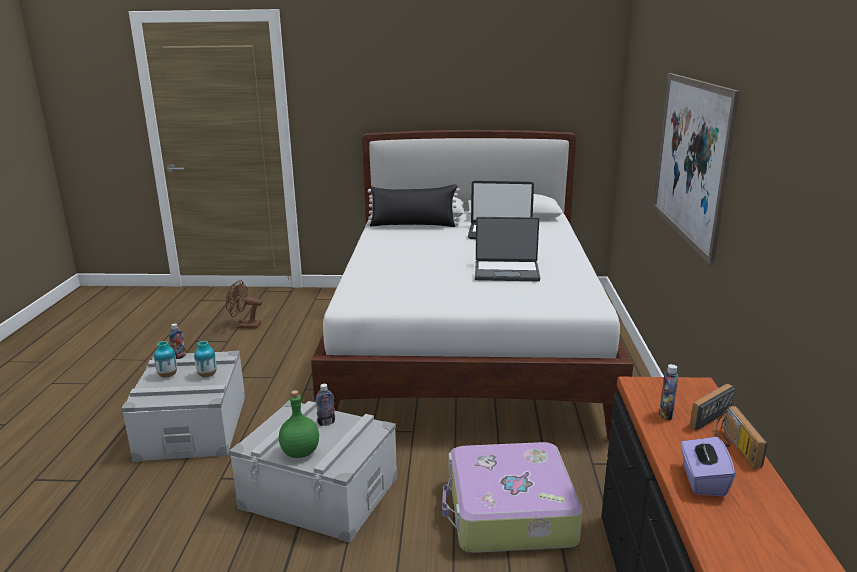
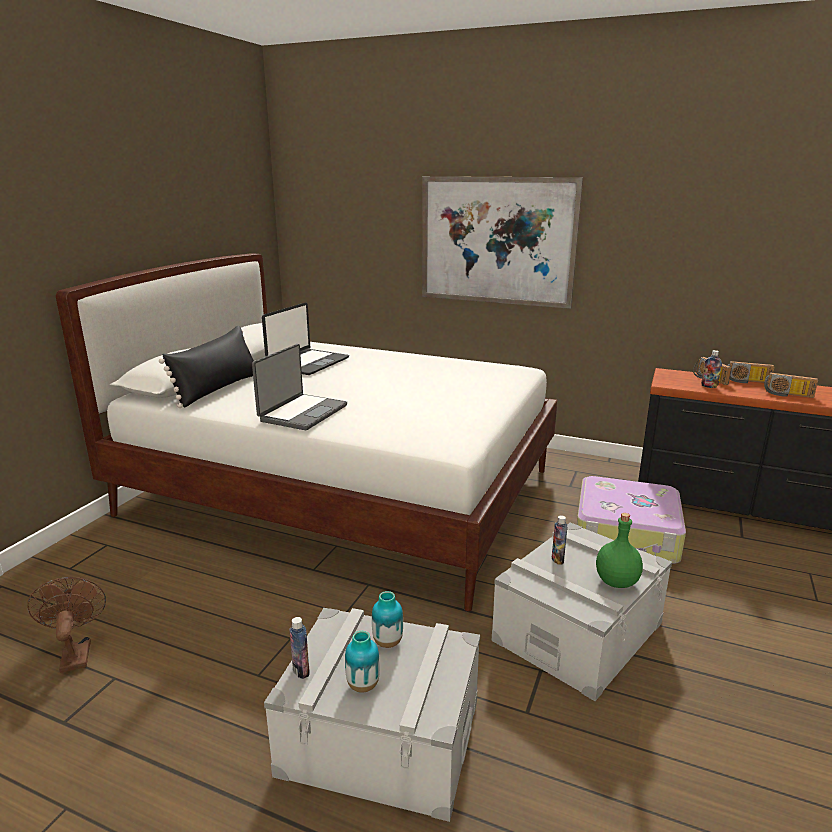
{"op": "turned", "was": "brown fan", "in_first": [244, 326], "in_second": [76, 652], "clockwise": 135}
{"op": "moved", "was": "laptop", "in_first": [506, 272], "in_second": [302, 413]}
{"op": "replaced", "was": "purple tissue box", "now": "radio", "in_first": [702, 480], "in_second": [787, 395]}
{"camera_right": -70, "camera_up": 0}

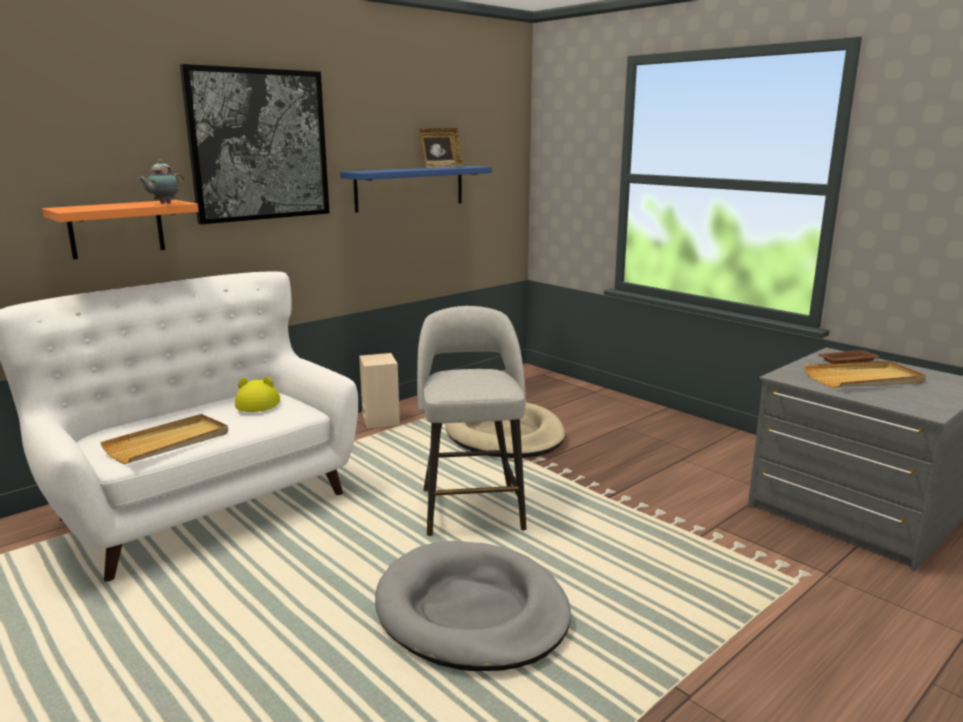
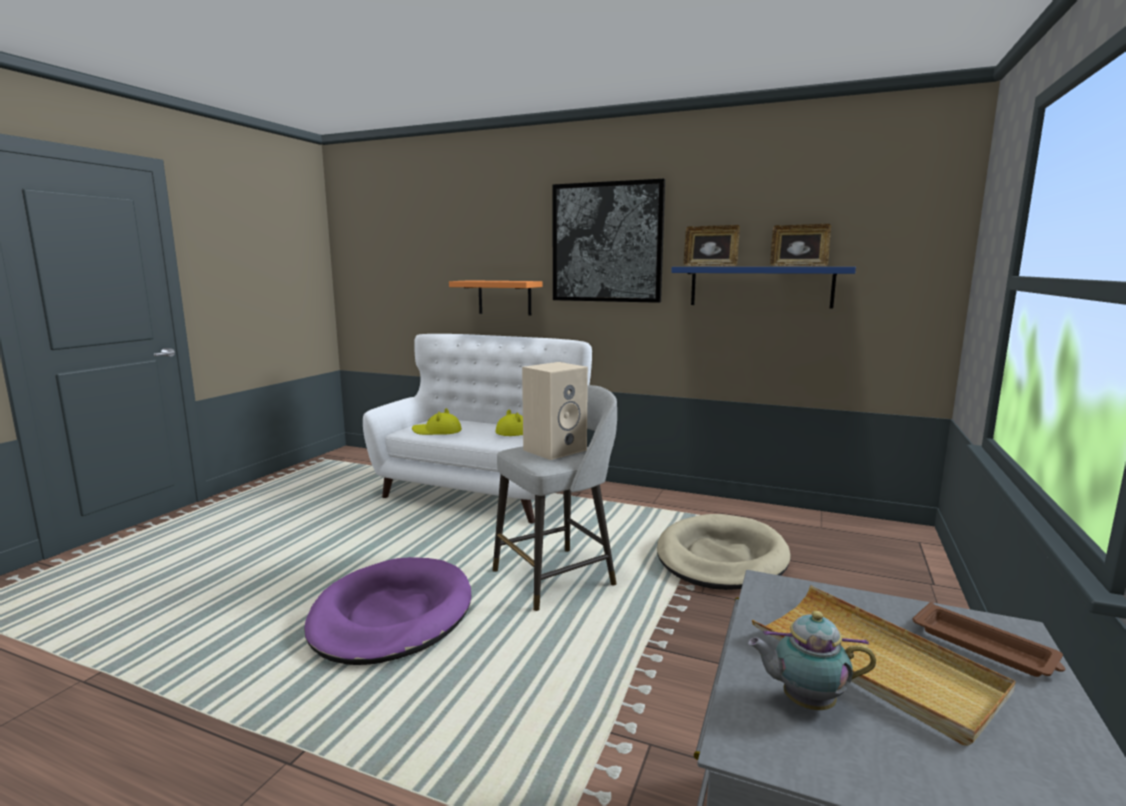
{"op": "replaced", "was": "beige tray", "now": "yellow hat", "in_first": [168, 442], "in_second": [437, 431]}
{"op": "moved", "was": "teapot", "in_first": [164, 203], "in_second": [804, 702]}
{"op": "moved", "was": "beige speaker", "in_first": [379, 419], "in_second": [555, 449]}
{"op": "recoloured", "was": "grey dog bed", "now": "purple dog bed", "in_first": [472, 611], "in_second": [391, 616]}
{"op": "added", "now": "picture frame", "in_second": [710, 266]}
{"camera_right": 65, "camera_up": -5}

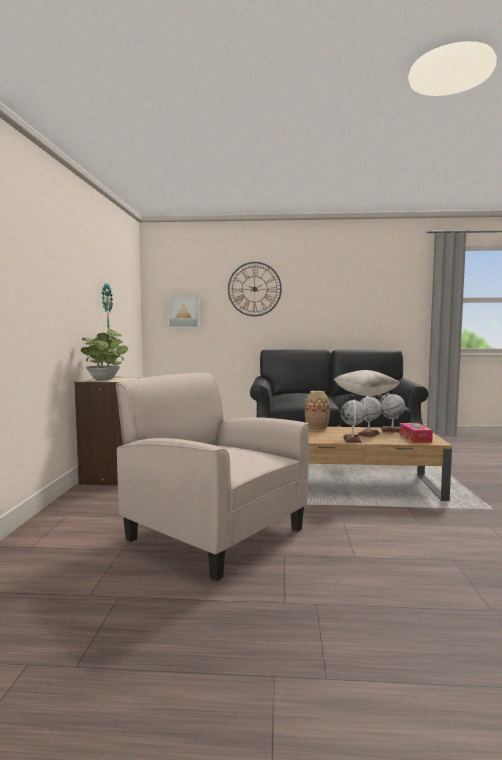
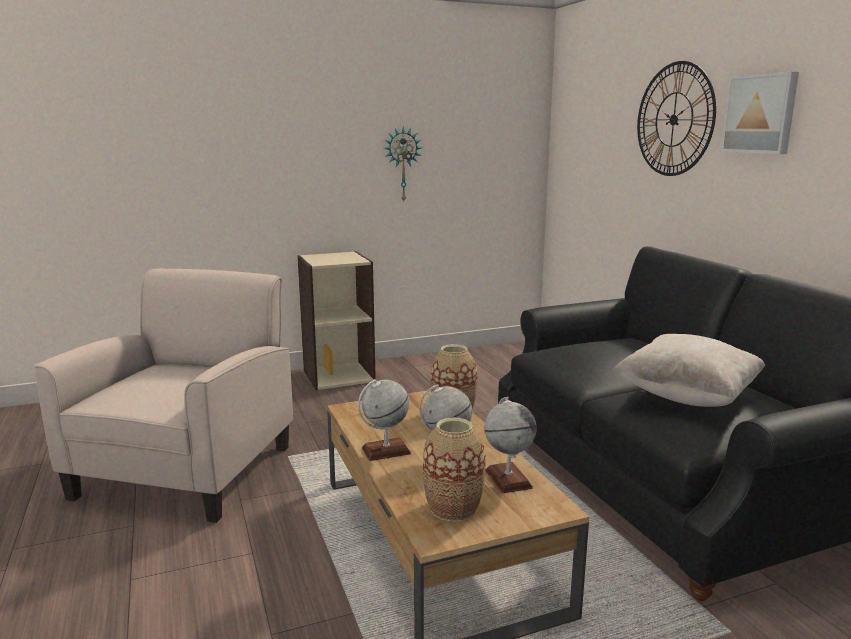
{"op": "removed", "was": "potted plant", "in_first": [104, 379]}
{"op": "moved", "was": "picture", "in_first": [184, 312], "in_second": [760, 114]}
{"op": "replaced", "was": "tissue box", "now": "vase", "in_first": [415, 438], "in_second": [453, 508]}
{"camera_right": 65, "camera_up": 10}

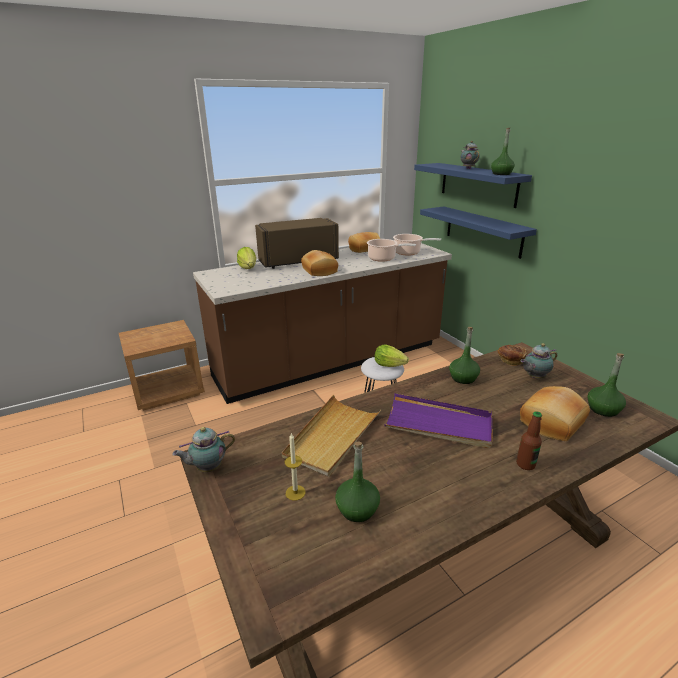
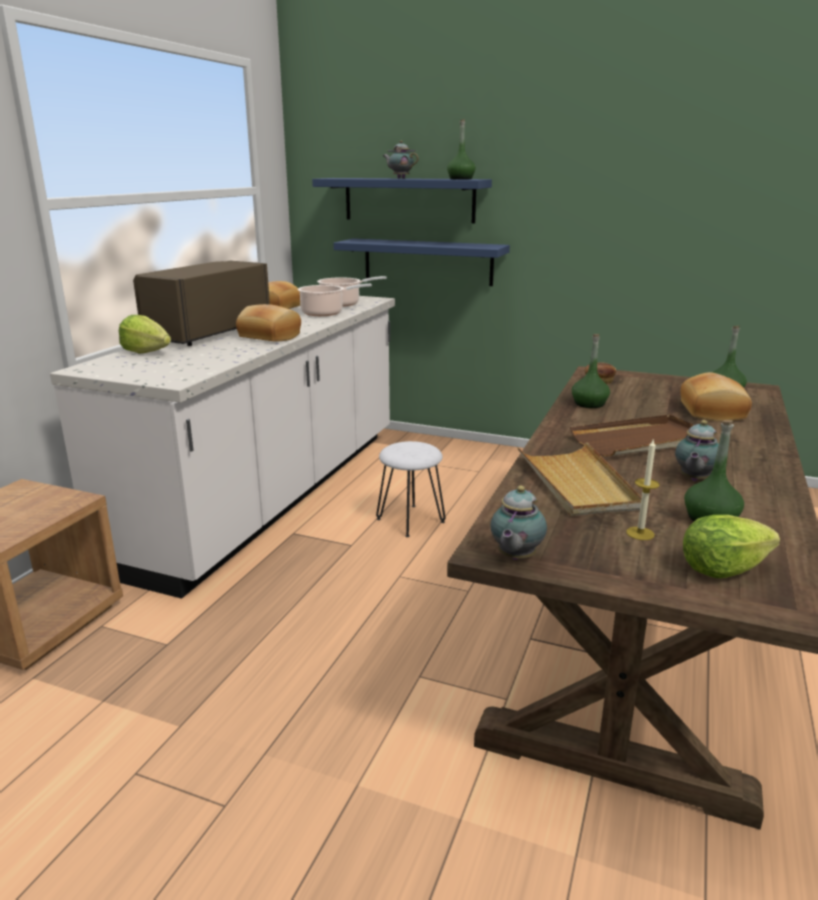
{"op": "recoloured", "was": "brown counter", "now": "white counter", "in_first": [331, 362], "in_second": [272, 495]}
{"op": "moved", "was": "lettuce", "in_first": [389, 365], "in_second": [722, 569]}
{"op": "recoloured", "was": "purple tray", "now": "brown tray", "in_first": [439, 424], "in_second": [641, 441]}
{"op": "removed", "was": "bottle", "in_first": [525, 464]}
{"op": "moved", "was": "teapot", "in_first": [534, 377], "in_second": [693, 480]}
{"camera_right": -40, "camera_up": -5}

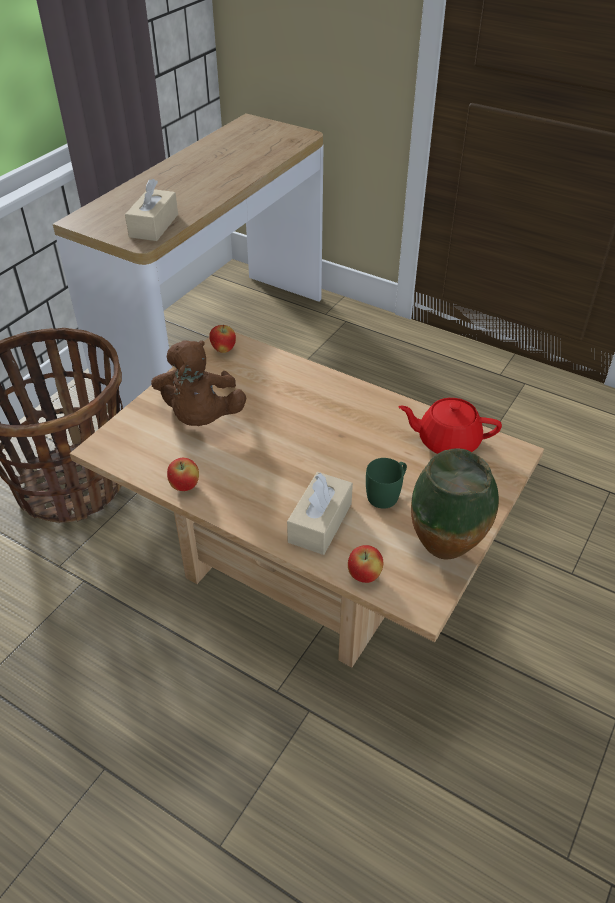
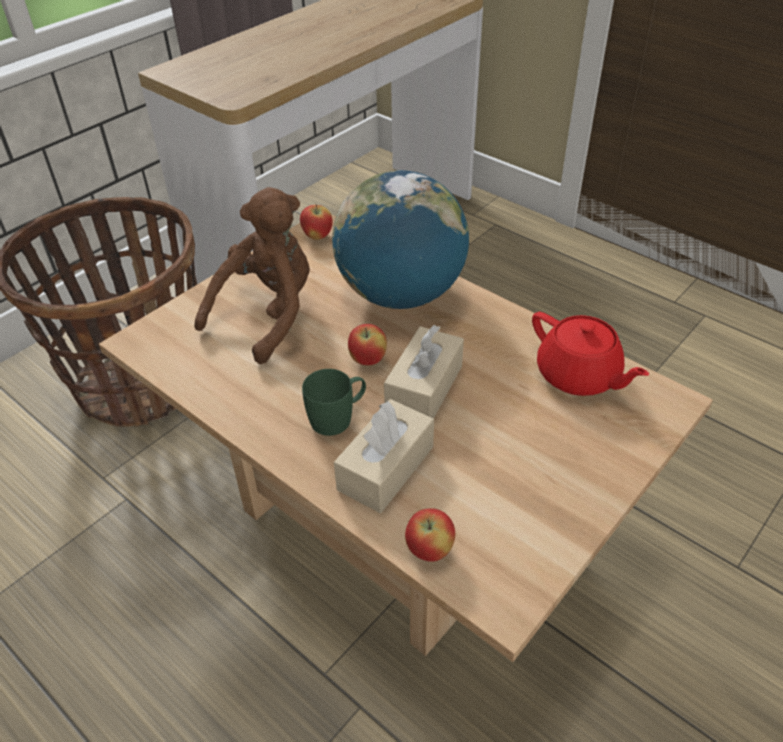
{"op": "moved", "was": "beige tissue box", "in_first": [154, 226], "in_second": [424, 388]}
{"op": "turned", "was": "brown plush toy", "in_first": [201, 417], "in_second": [268, 315], "clockwise": -150}
{"op": "moved", "was": "apple", "in_first": [185, 486], "in_second": [368, 360]}
{"op": "moved", "was": "green mug", "in_first": [387, 494], "in_second": [338, 417]}
{"op": "turned", "was": "red teapot", "in_first": [447, 441], "in_second": [578, 376], "clockwise": -150}
{"op": "removed", "was": "vase", "in_first": [445, 554]}
{"op": "added", "now": "globe", "in_second": [401, 294]}
{"camera_right": 10, "camera_up": 0}

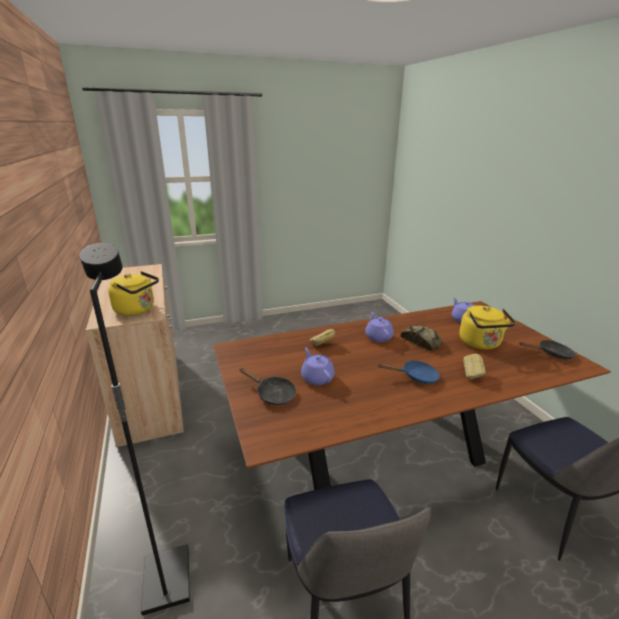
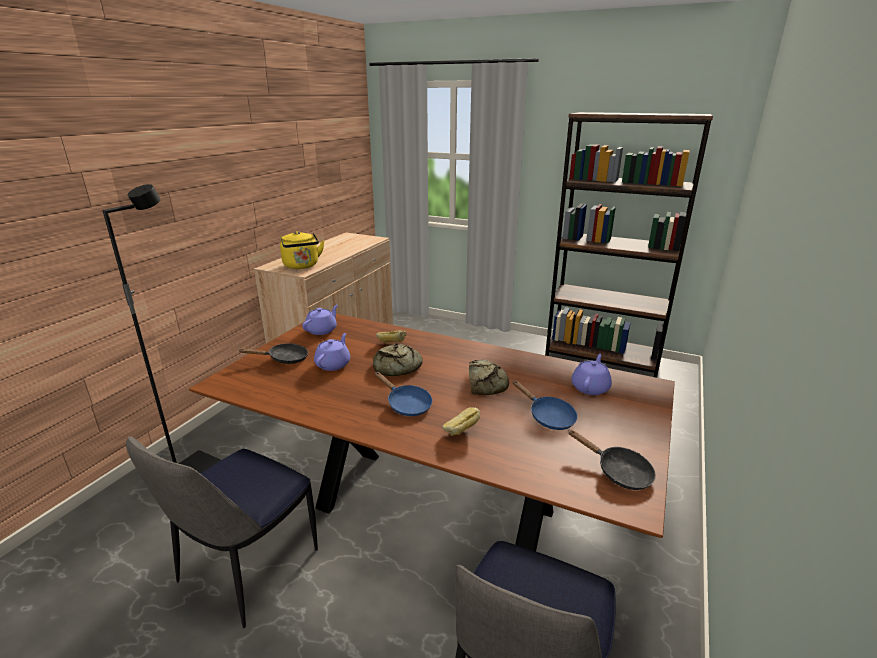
{"op": "turned", "was": "black frying pan", "in_first": [272, 394], "in_second": [284, 359], "clockwise": -90}
{"op": "moved", "was": "purple teapot", "in_first": [378, 337], "in_second": [322, 330]}
{"op": "replaced", "was": "yellow kettle", "now": "blue frying pan", "in_first": [481, 344], "in_second": [548, 416]}
{"op": "added", "now": "bread", "in_second": [397, 367]}
{"op": "added", "now": "brown bookcase", "in_second": [602, 358]}
{"camera_right": 45, "camera_up": 0}

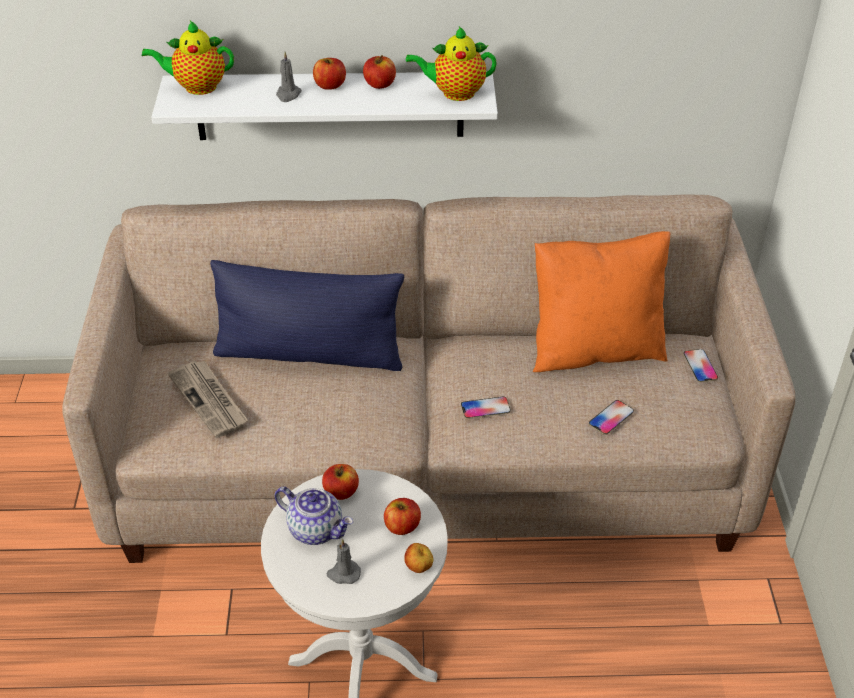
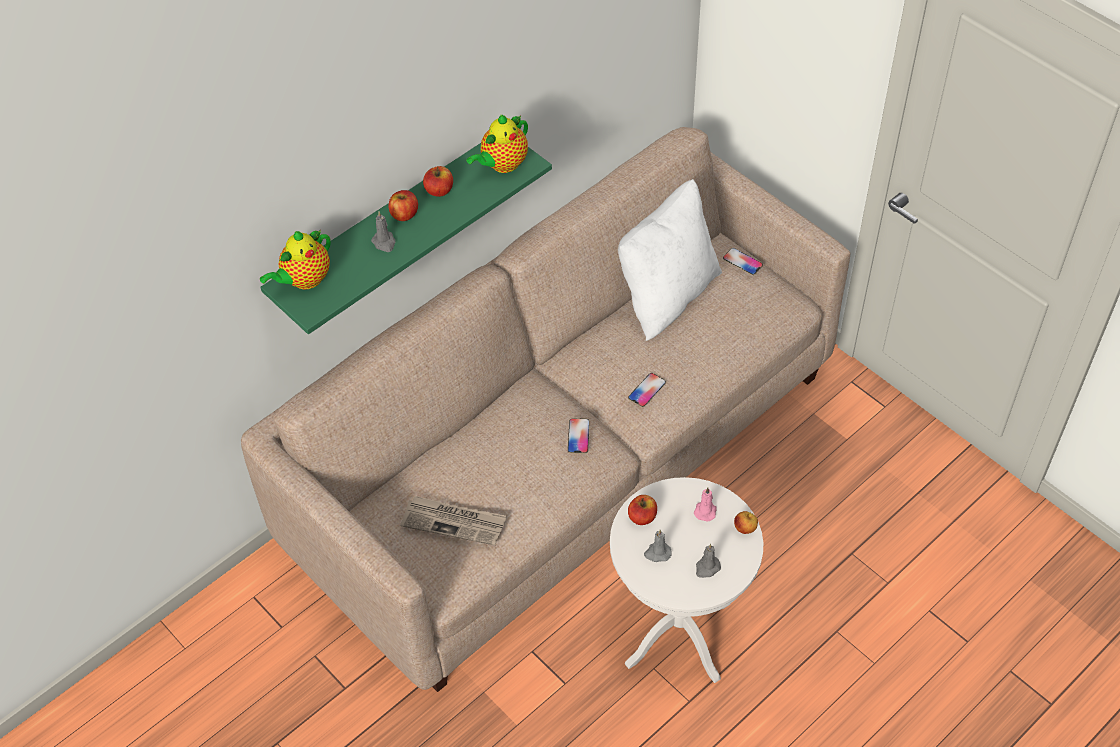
{"op": "recoloured", "was": "white shelf", "now": "green shelf", "in_first": [330, 105], "in_second": [390, 228]}
{"op": "removed", "was": "blue pillow", "in_first": [309, 354]}
{"op": "replaced", "was": "teapot", "now": "grey candle", "in_first": [316, 529], "in_second": [657, 553]}
{"op": "replaced", "was": "apple", "now": "pink candle", "in_first": [402, 526], "in_second": [705, 510]}
{"op": "recoloured", "was": "orange pillow", "now": "white pillow", "in_first": [594, 350], "in_second": [667, 295]}
{"op": "moved", "was": "phone", "in_first": [611, 418], "in_second": [578, 436]}
{"camera_right": -40, "camera_up": 10}

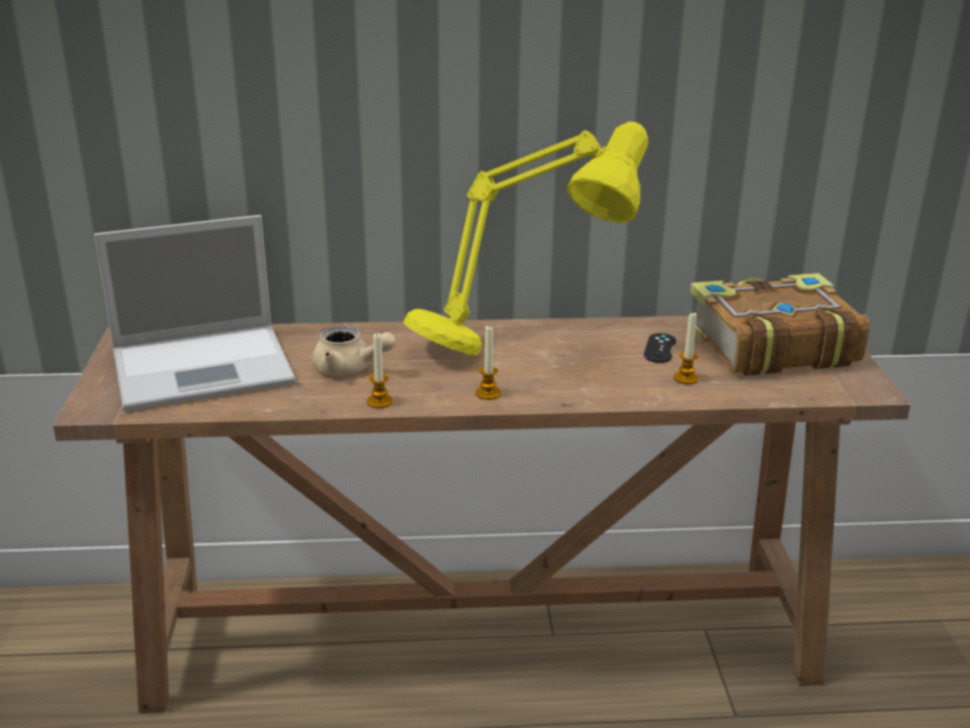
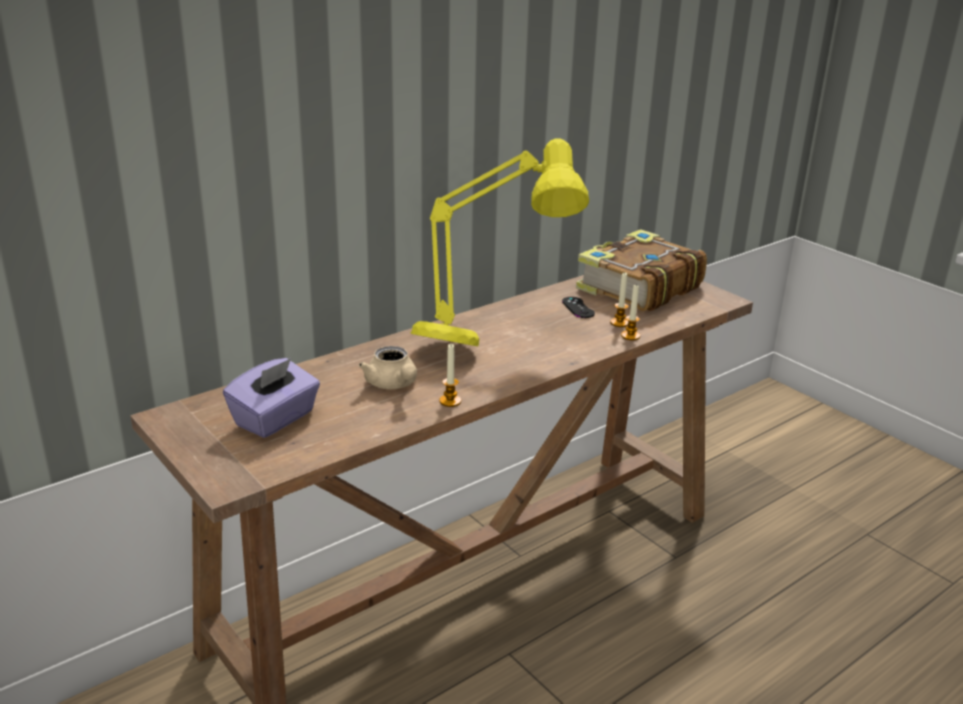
{"op": "replaced", "was": "laptop", "now": "purple tissue box", "in_first": [206, 367], "in_second": [275, 419]}
{"op": "turned", "was": "beige teapot", "in_first": [350, 369], "in_second": [393, 385], "clockwise": 75}
{"op": "moved", "was": "candle", "in_first": [488, 393], "in_second": [630, 336]}
{"camera_right": -35, "camera_up": 0}

